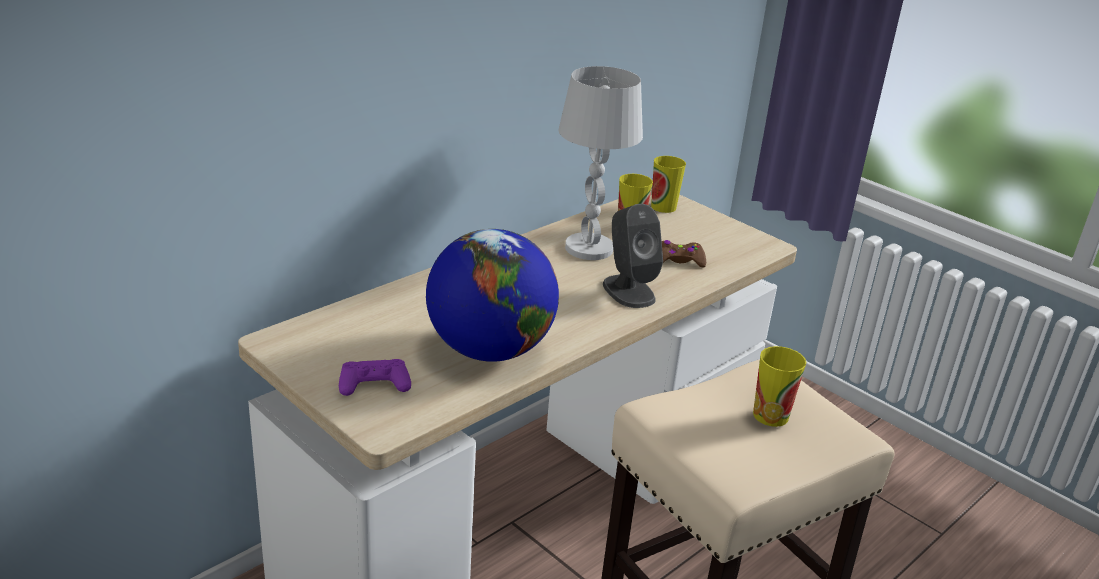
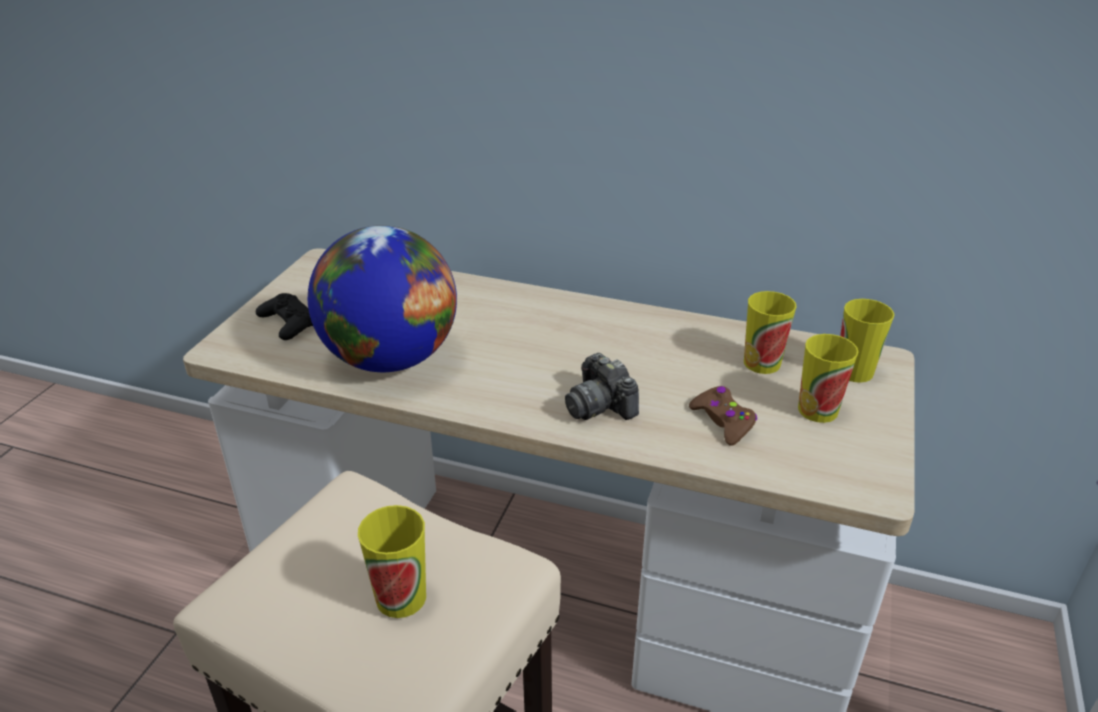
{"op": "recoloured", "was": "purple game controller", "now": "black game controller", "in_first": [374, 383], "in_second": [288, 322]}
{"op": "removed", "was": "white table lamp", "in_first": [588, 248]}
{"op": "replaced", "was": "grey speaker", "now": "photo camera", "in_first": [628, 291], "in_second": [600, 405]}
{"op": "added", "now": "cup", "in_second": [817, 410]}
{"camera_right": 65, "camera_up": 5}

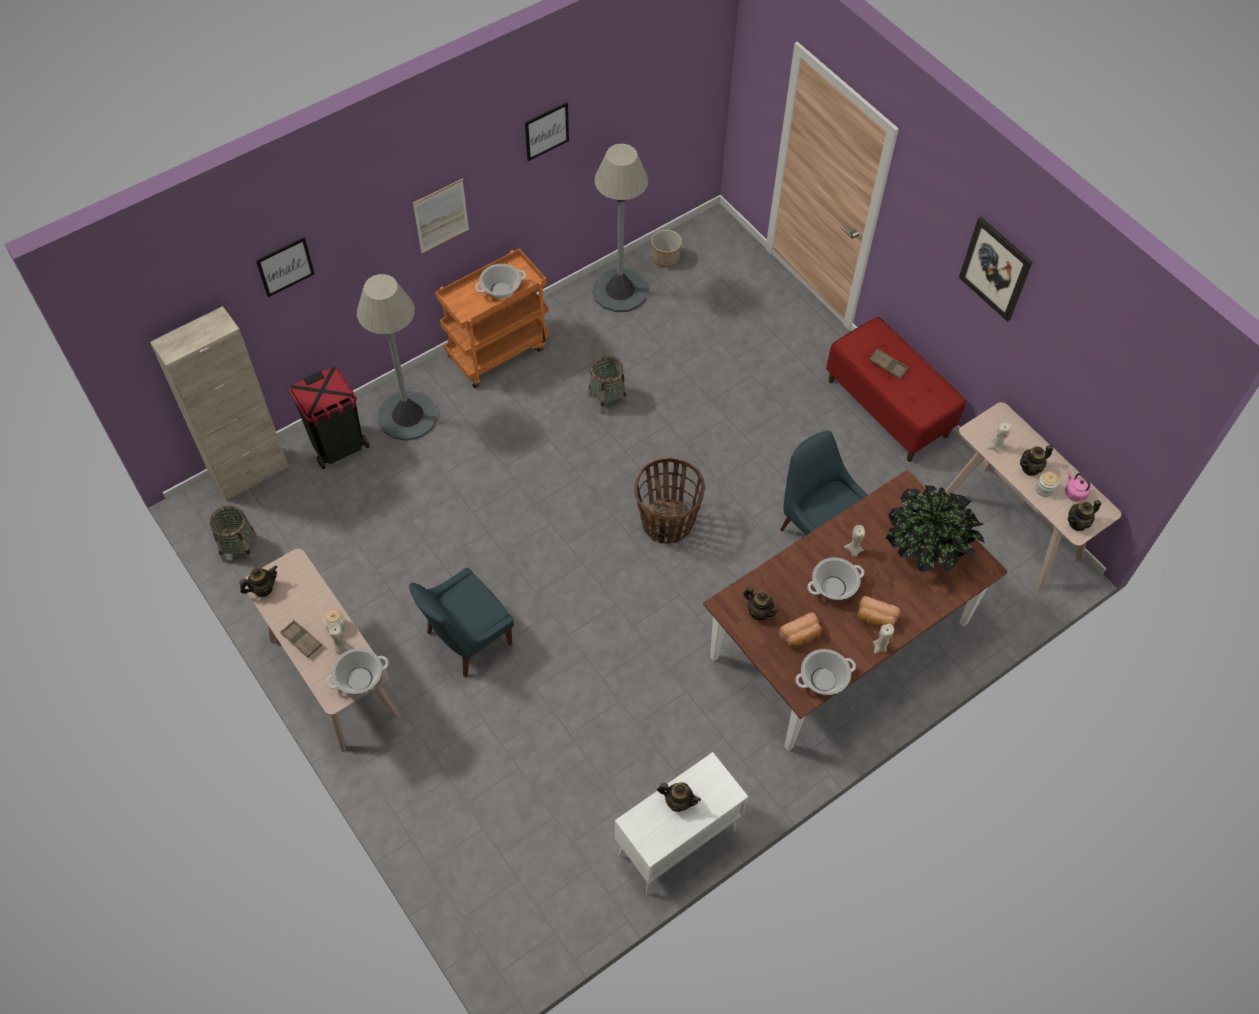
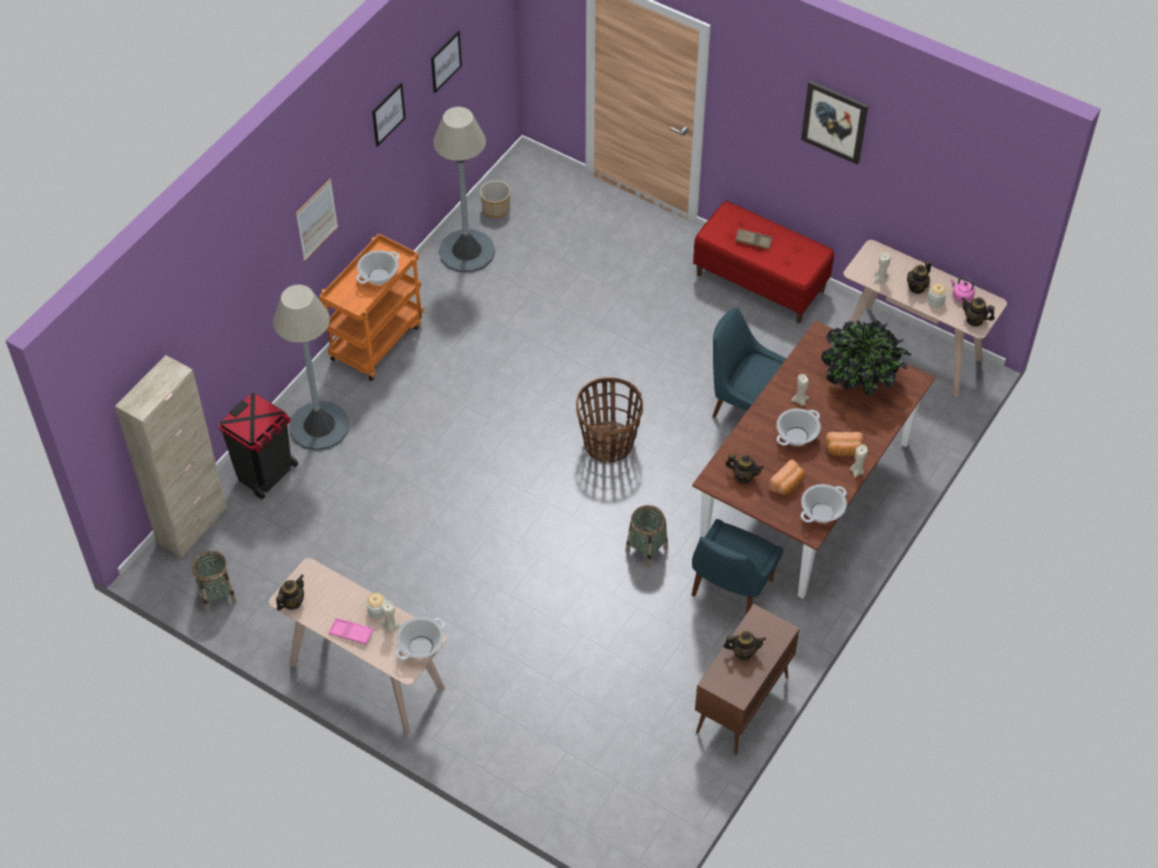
{"op": "moved", "was": "picture", "in_first": [285, 266], "in_second": [445, 61]}
{"op": "recoloured", "was": "brown tray", "now": "pink tray", "in_first": [301, 640], "in_second": [351, 633]}
{"op": "moved", "was": "blue chair", "in_first": [466, 640], "in_second": [730, 590]}
{"op": "moved", "was": "basket", "in_first": [607, 399], "in_second": [646, 549]}
{"op": "recoloured", "was": "white cabinet", "now": "brown cabinet", "in_first": [676, 844], "in_second": [742, 705]}
{"op": "turned", "was": "teapot", "in_first": [1078, 523], "in_second": [974, 320], "clockwise": 75}
{"camera_right": -20, "camera_up": -5}

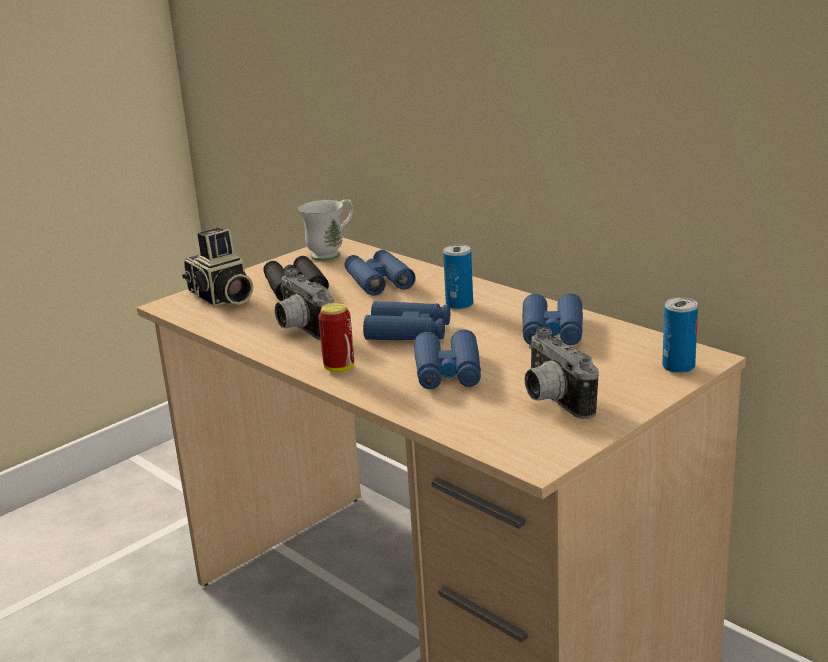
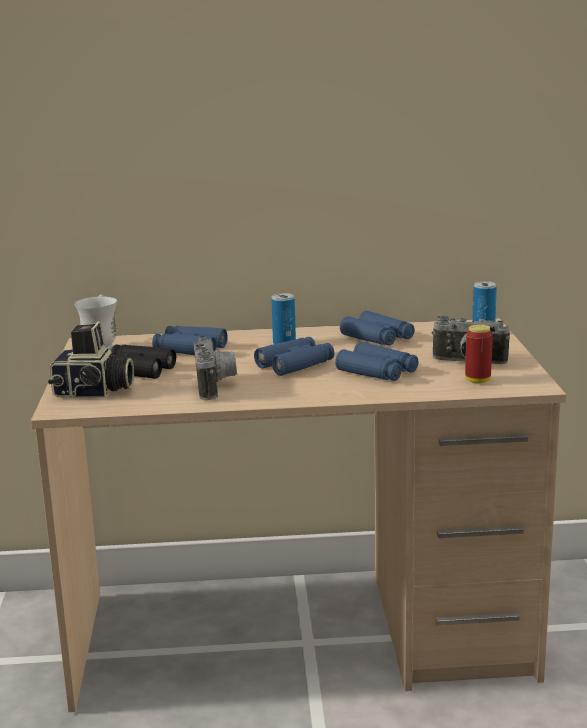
{"op": "turned", "was": "photo camera", "in_first": [300, 329], "in_second": [216, 386], "clockwise": -105}
{"op": "moved", "was": "can", "in_first": [339, 368], "in_second": [477, 380]}
{"camera_right": -50, "camera_up": -5}

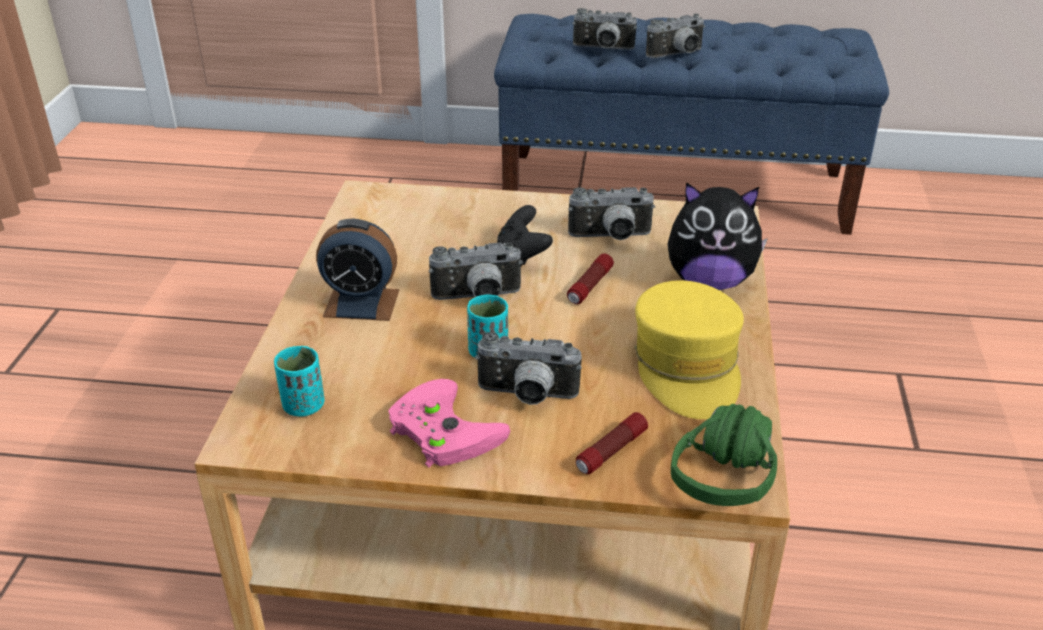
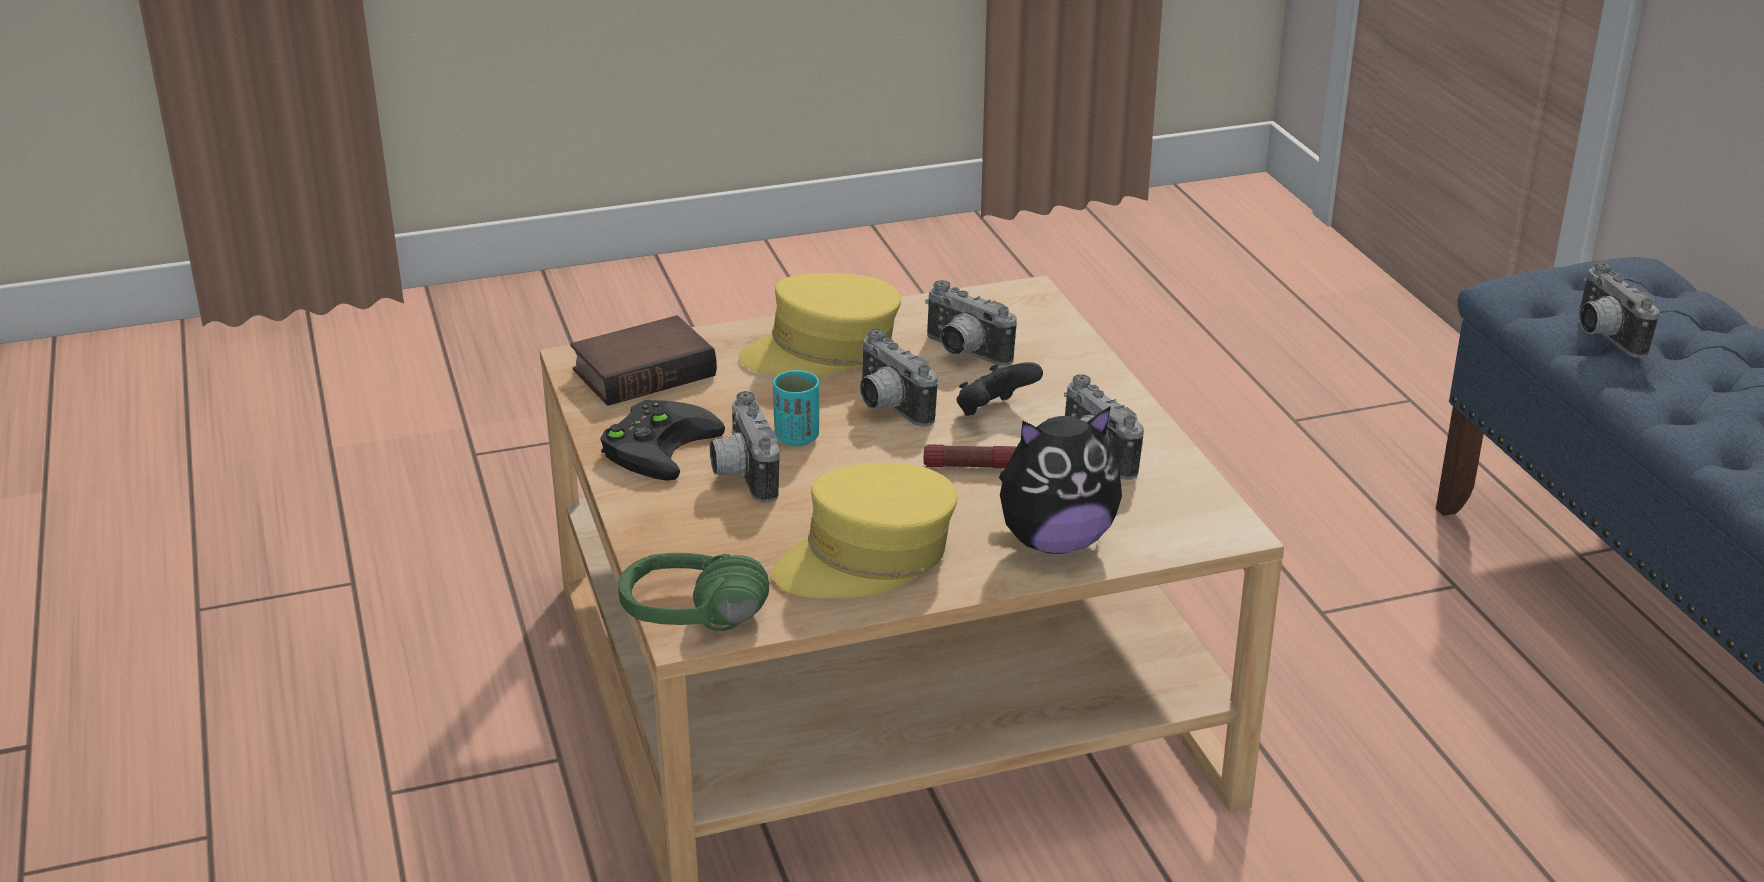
{"op": "replaced", "was": "turquoise cup", "now": "book", "in_first": [303, 406], "in_second": [644, 370]}
{"op": "replaced", "was": "alarm clock", "now": "yellow cap", "in_first": [361, 303], "in_second": [822, 350]}
{"op": "recoloured", "was": "pink game controller", "now": "black game controller", "in_first": [440, 430], "in_second": [658, 444]}
{"op": "removed", "was": "flashlight", "in_first": [611, 451]}
{"op": "moved", "was": "photo camera", "in_first": [677, 55], "in_second": [962, 353]}
{"op": "turned", "was": "plush toy", "in_first": [710, 281], "in_second": [1055, 541], "clockwise": -90}
{"camera_right": 65, "camera_up": -5}

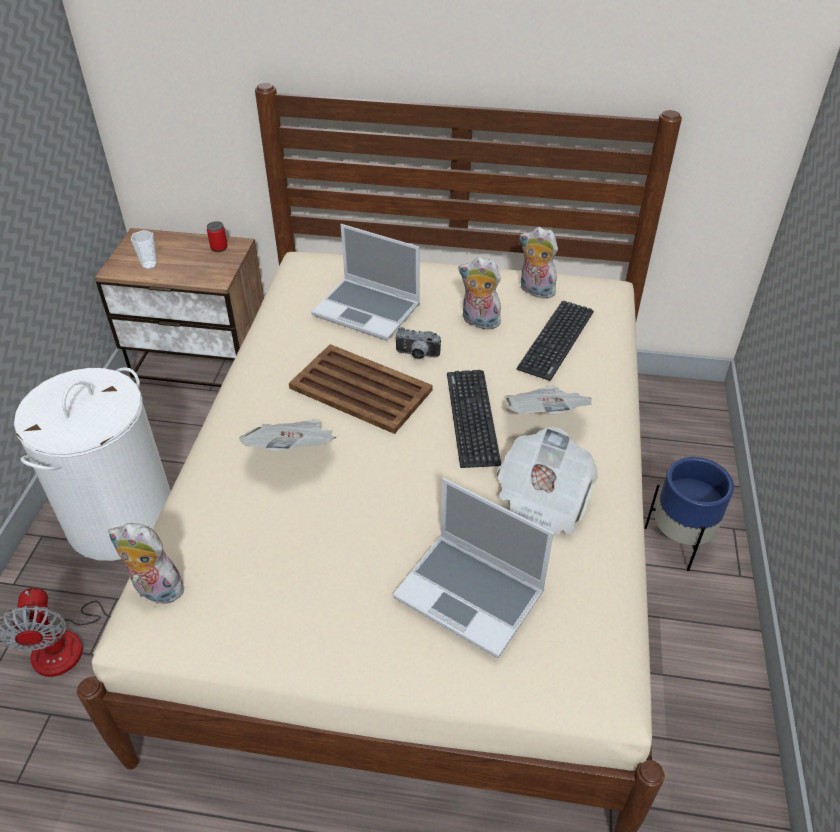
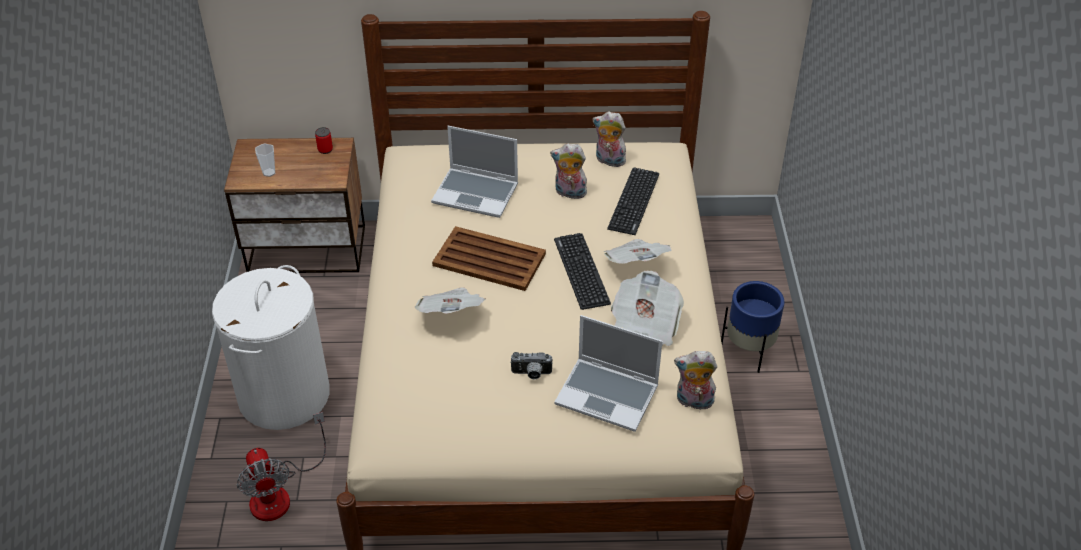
{"op": "moved", "was": "plush toy", "in_first": [155, 590], "in_second": [693, 402]}
{"op": "moved", "was": "photo camera", "in_first": [417, 355], "in_second": [531, 374]}
{"camera_right": -10, "camera_up": 0}

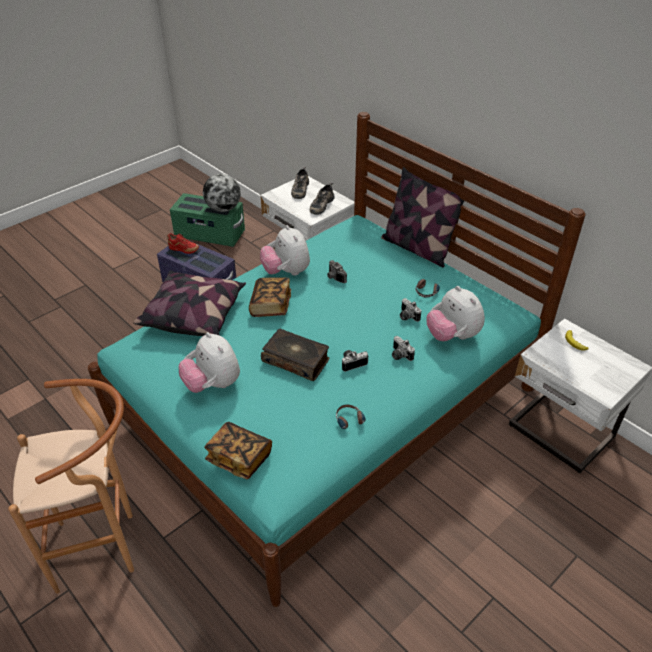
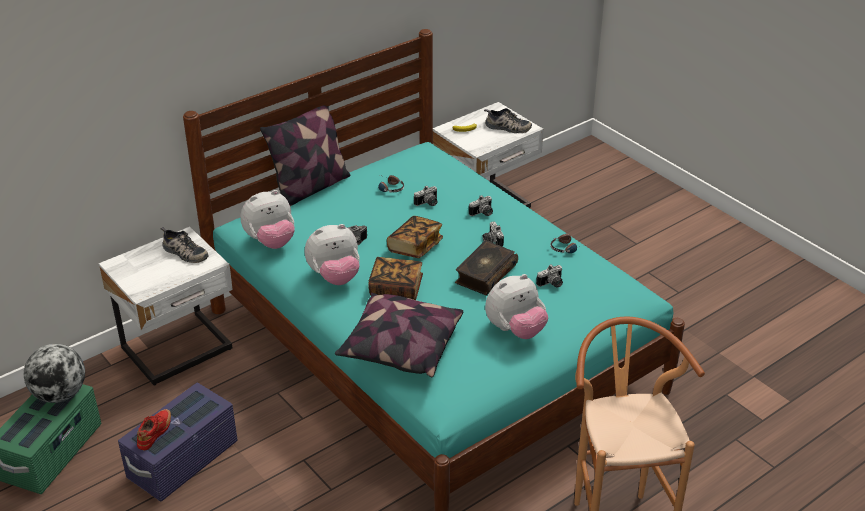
{"op": "moved", "was": "book", "in_first": [239, 458], "in_second": [415, 247]}
{"op": "moved", "was": "shoe", "in_first": [300, 189], "in_second": [507, 127]}
{"op": "moved", "was": "plush toy", "in_first": [452, 336], "in_second": [271, 242]}
{"op": "added", "now": "photo camera", "in_second": [552, 284]}
{"camera_right": -85, "camera_up": -5}

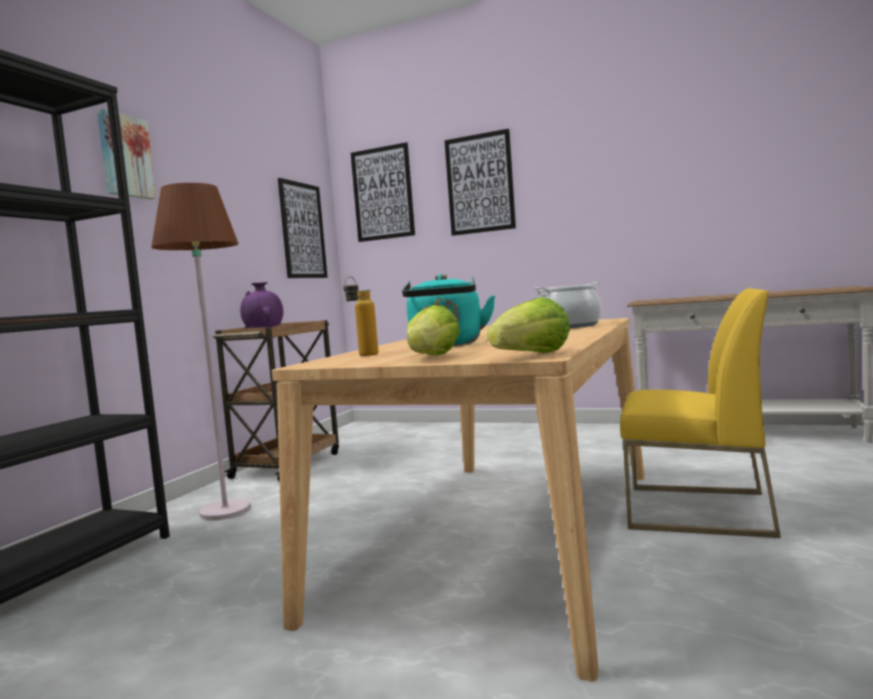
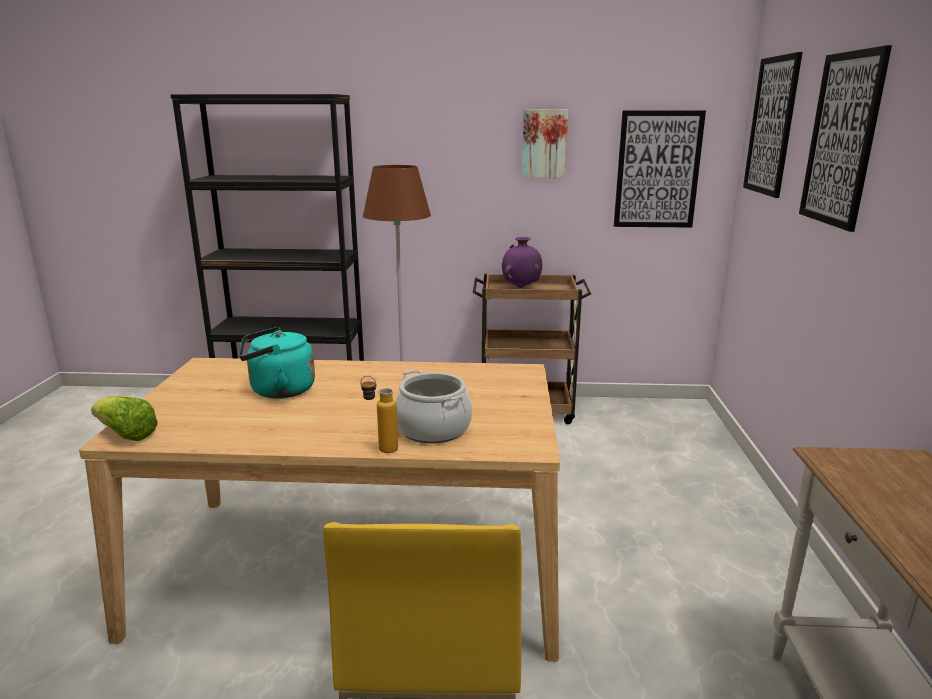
{"op": "moved", "was": "picture", "in_first": [124, 156], "in_second": [544, 143]}
{"op": "moved", "was": "bottle", "in_first": [363, 356], "in_second": [380, 448]}
{"op": "removed", "was": "lettuce", "in_first": [432, 357]}
{"camera_right": 70, "camera_up": 15}

